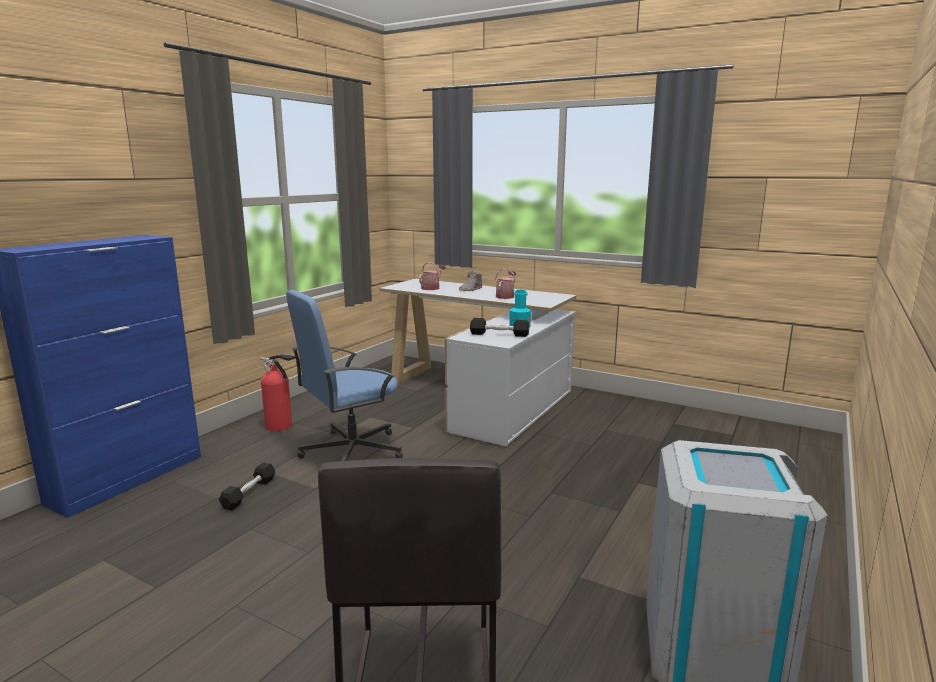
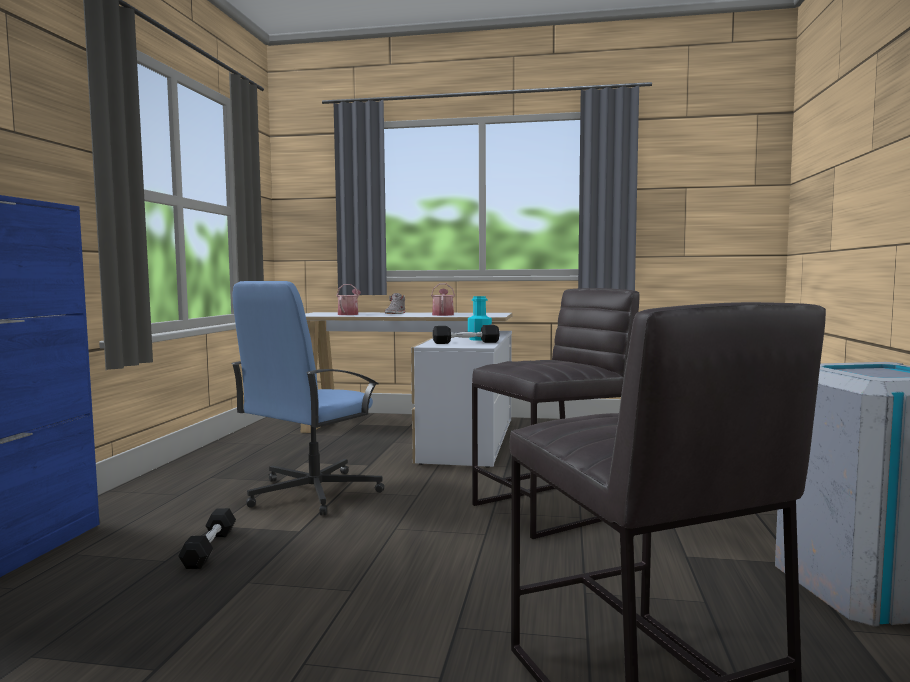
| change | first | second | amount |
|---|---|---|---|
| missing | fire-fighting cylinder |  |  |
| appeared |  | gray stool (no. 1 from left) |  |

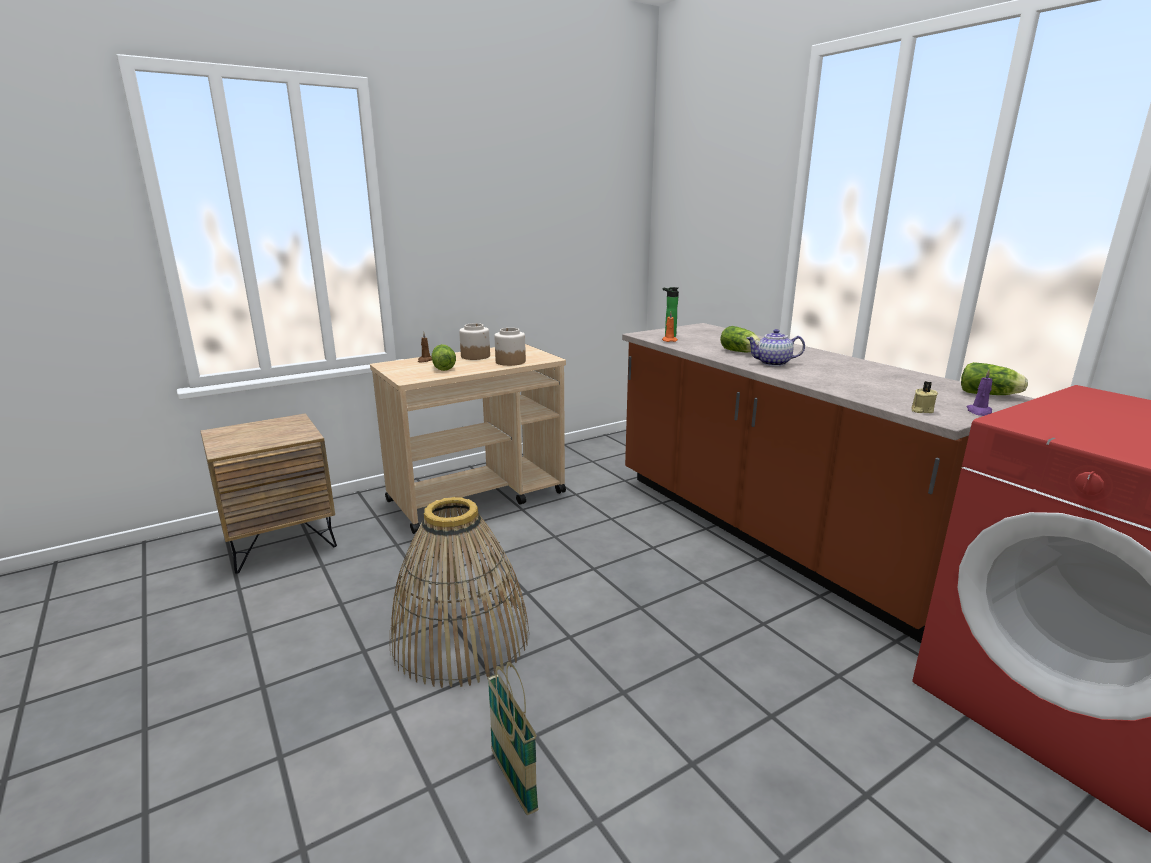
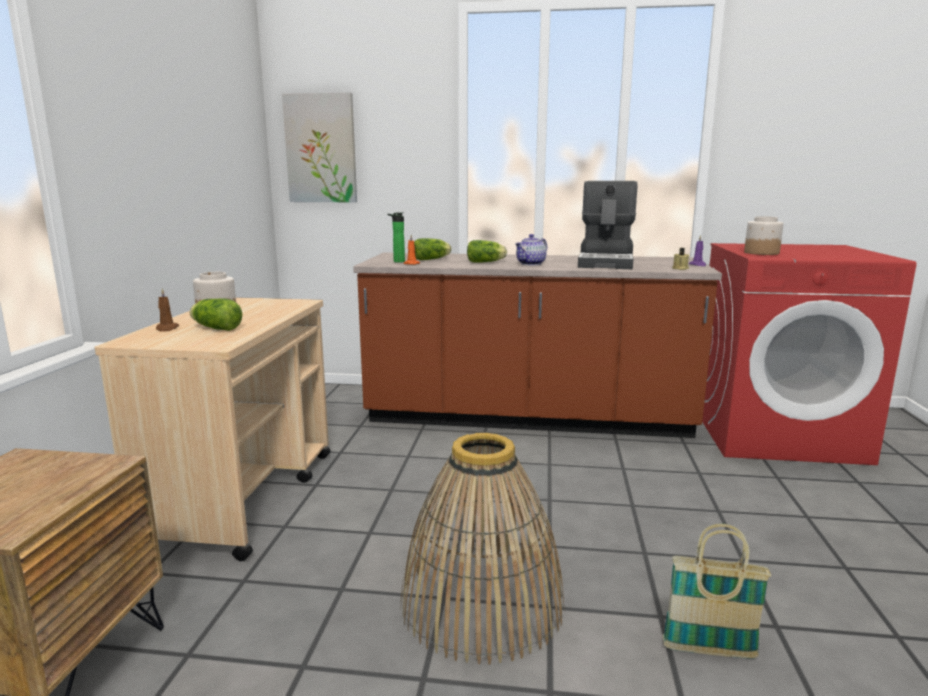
| change | first | second | amount |
|---|---|---|---|
| appeared |  | wall picture |  |
| appeared |  | coffee machine |  |
| relocated | preserve jar (no. 2 from left) |  |  |
| relocated | lettuce (no. 3 from left in the first image) | lettuce (no. 2 from left) |  |

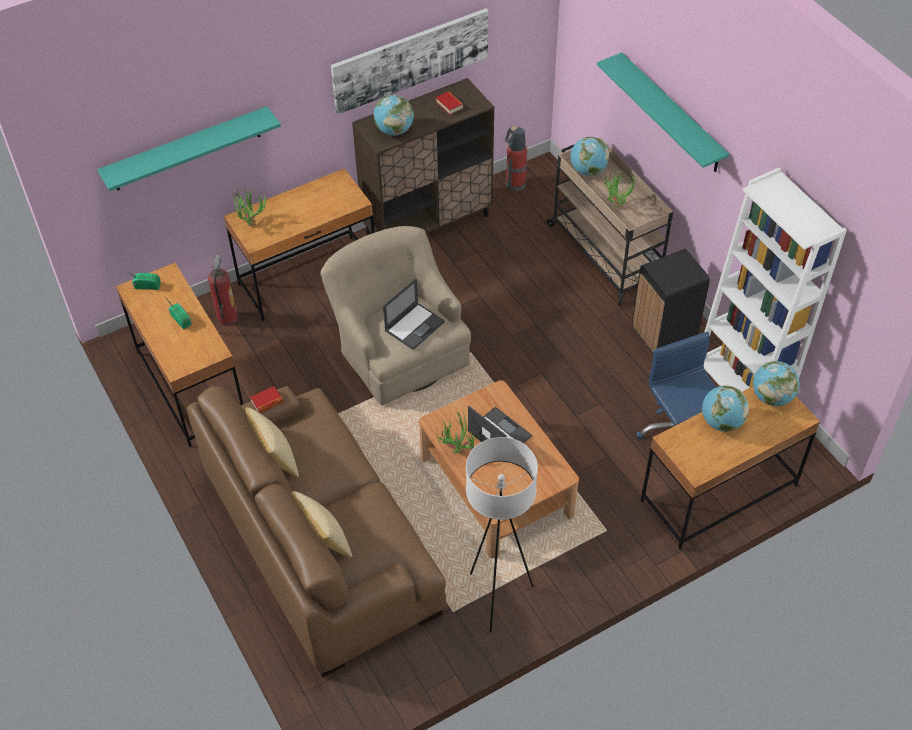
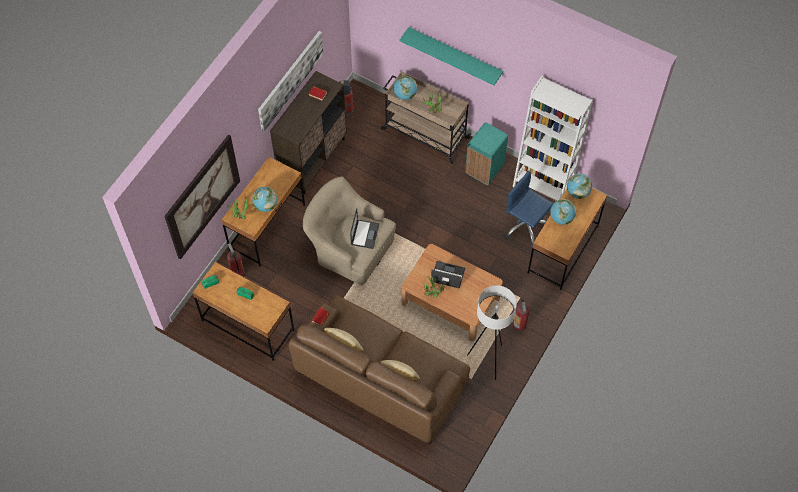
| change | first | second | amount |
|---|---|---|---|
| appeared |  | fire-fighting cylinder (no. 3 from left) |  |
| relocated | world globe (no. 1 from left) |  |  |
| exchanged | turquoise bracket shelf (no. 1 from left) | wall picture (no. 1 from left) |  |
| colour | blackish trash can | turquoise trash can |  |

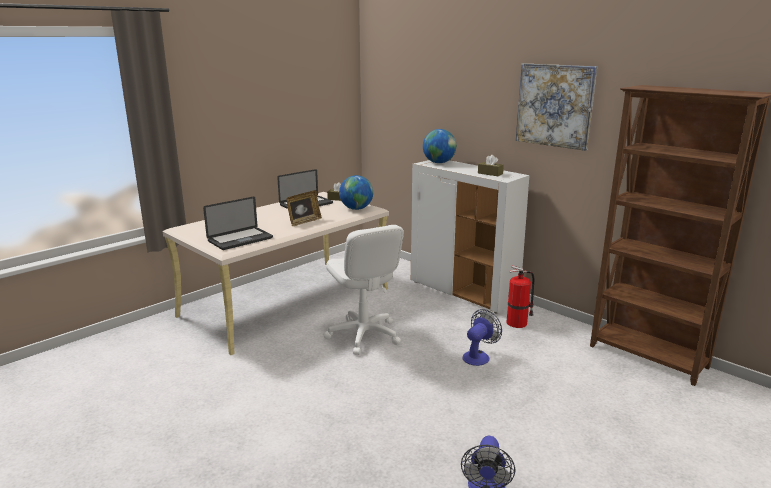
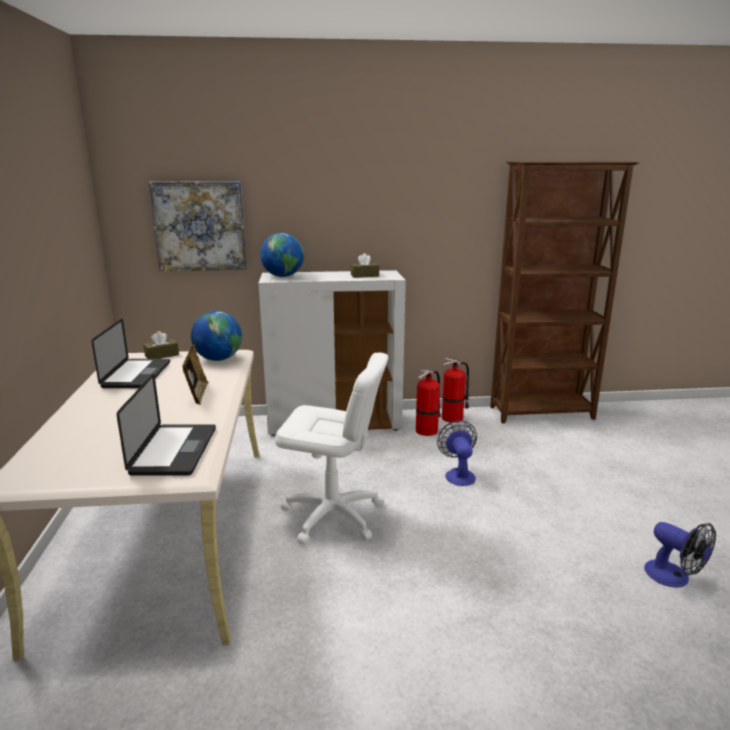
| change | first | second | amount |
|---|---|---|---|
| appeared |  | fire-fighting cylinder (no. 2 from left) |  |
| relocated | wall picture |  |  |

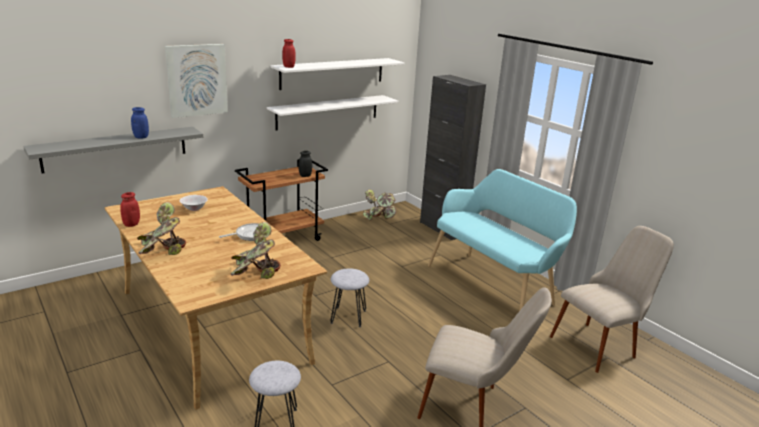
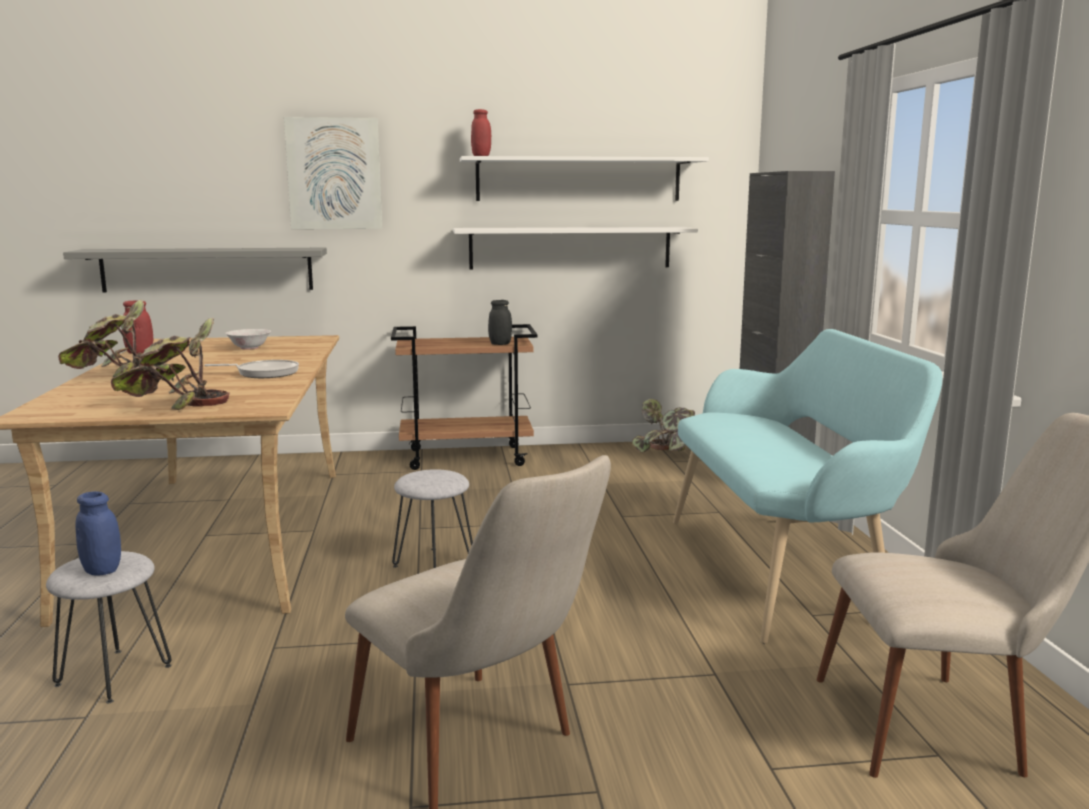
| change | first | second | amount |
|---|---|---|---|
| relocated | blue-coloured preserve jar |  |  |

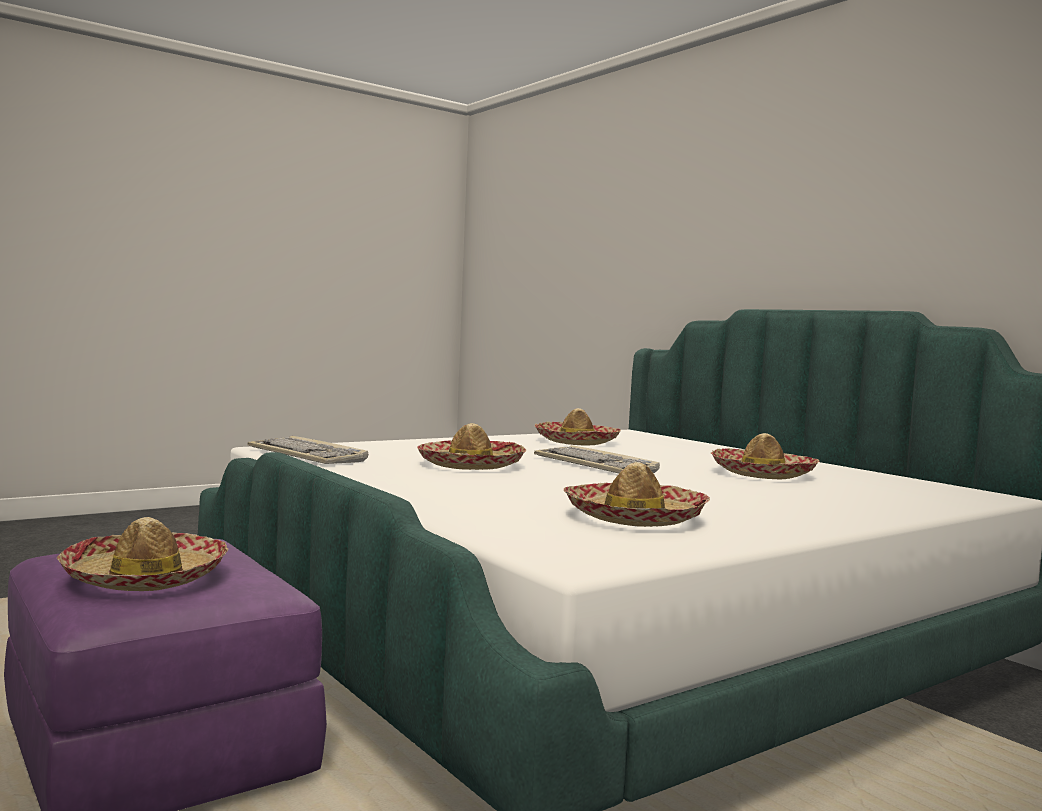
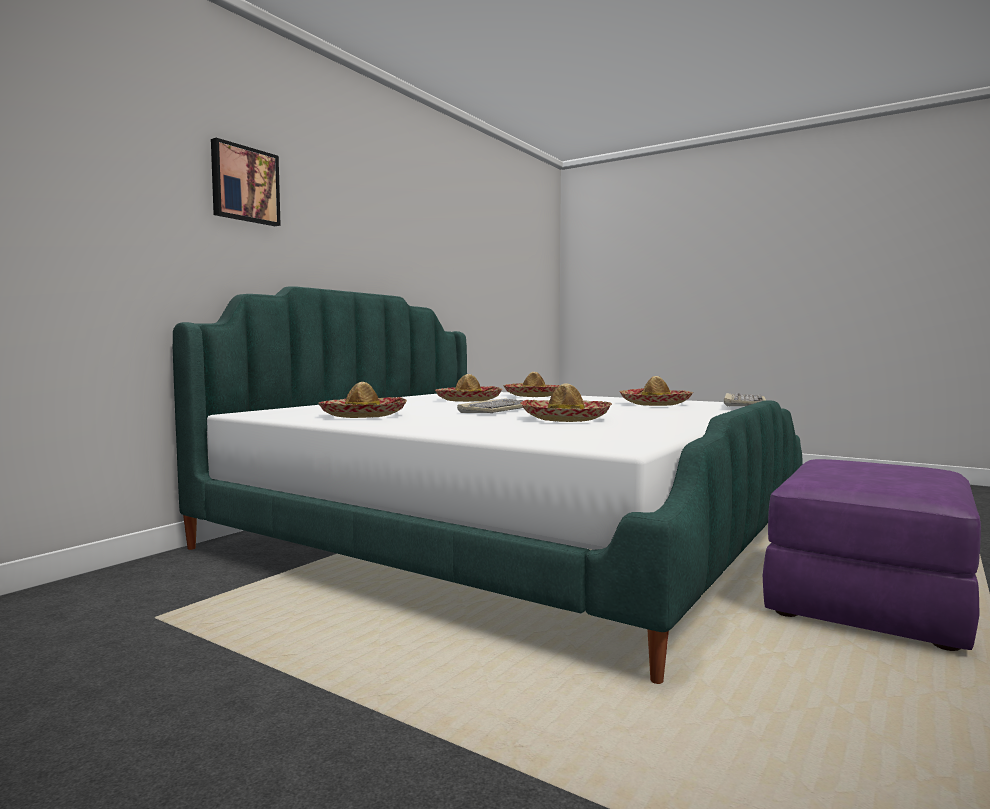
| change | first | second | amount |
|---|---|---|---|
| appeared |  | wall picture |  |
| relocated | hat (no. 1 from left in the first image) | hat (no. 3 from left) |  |
| relocated | computer keyboard (no. 1 from left in the first image) | computer keyboard (no. 2 from left) |  |

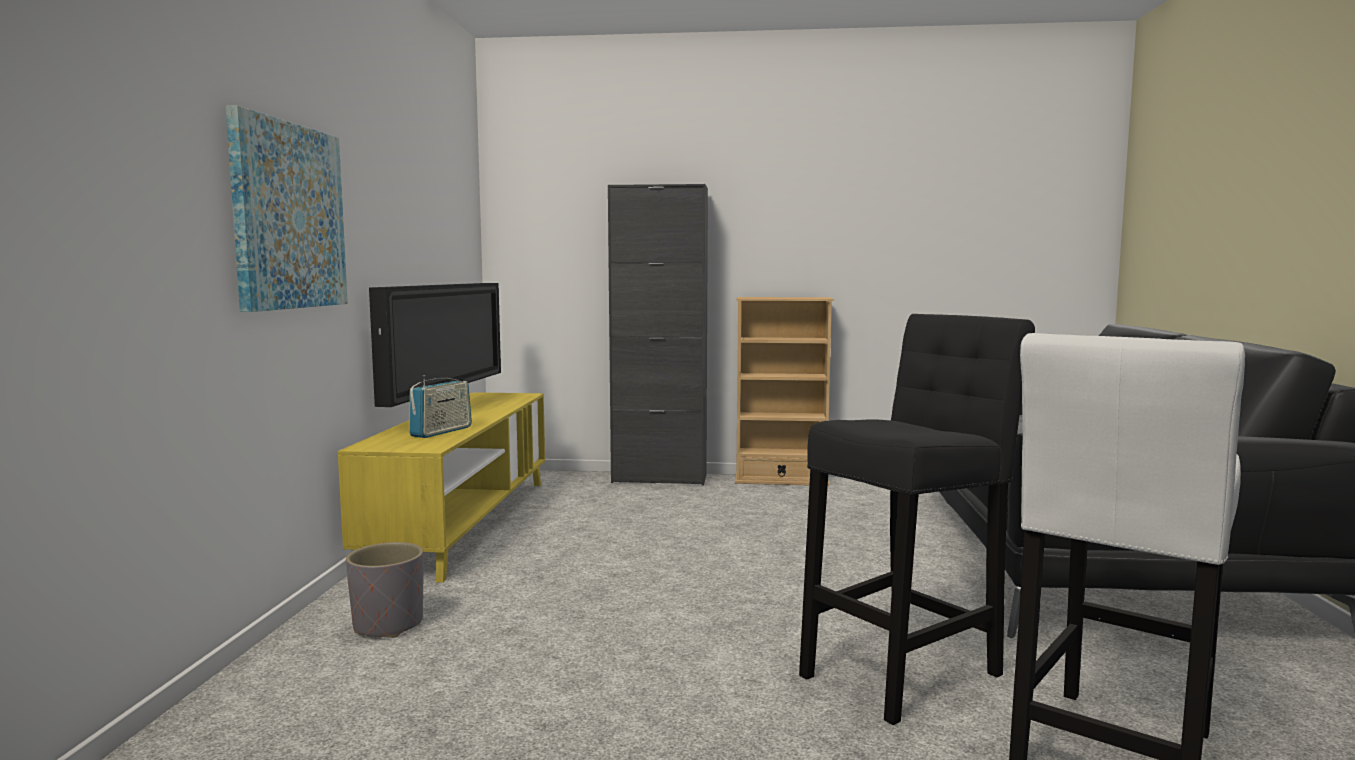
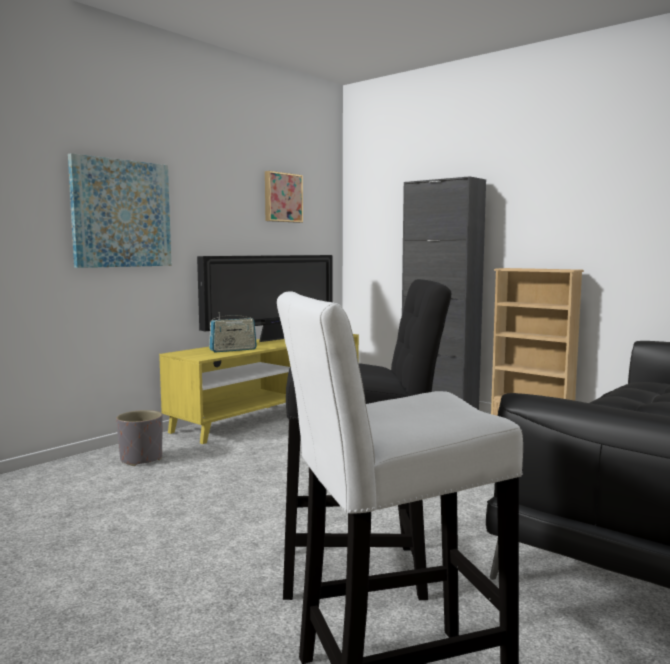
| change | first | second | amount |
|---|---|---|---|
| appeared |  | wall picture (no. 2 from left) |  |

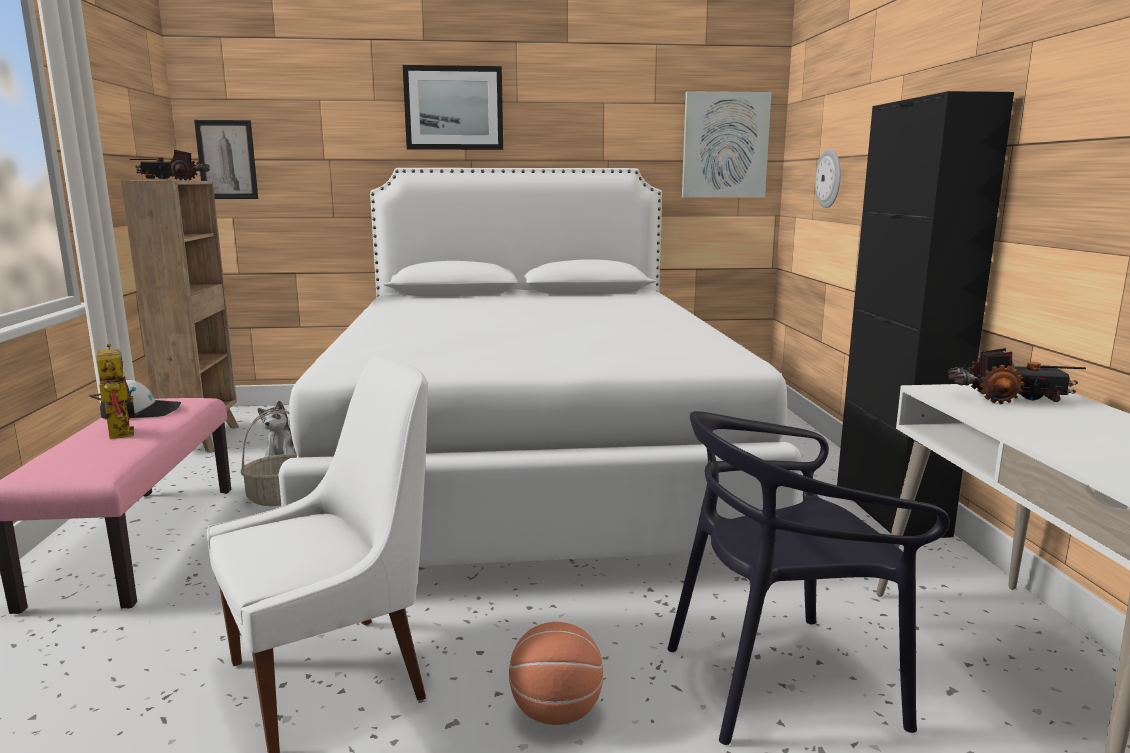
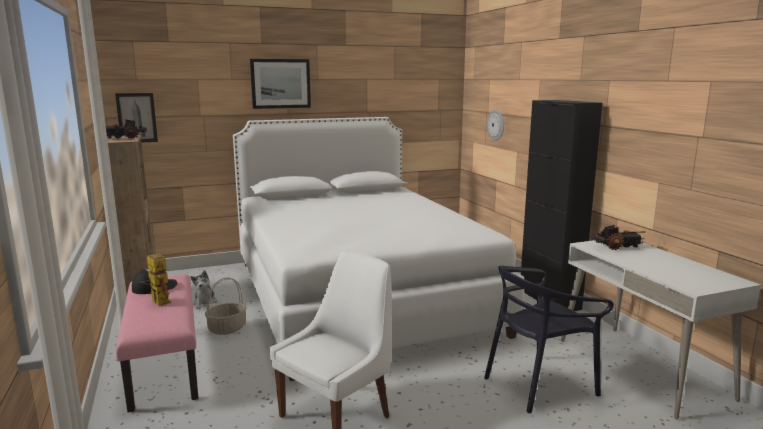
| change | first | second | amount |
|---|---|---|---|
| missing | ball for basketball |  |  |
| missing | wall picture (no. 3 from left) |  |  |

